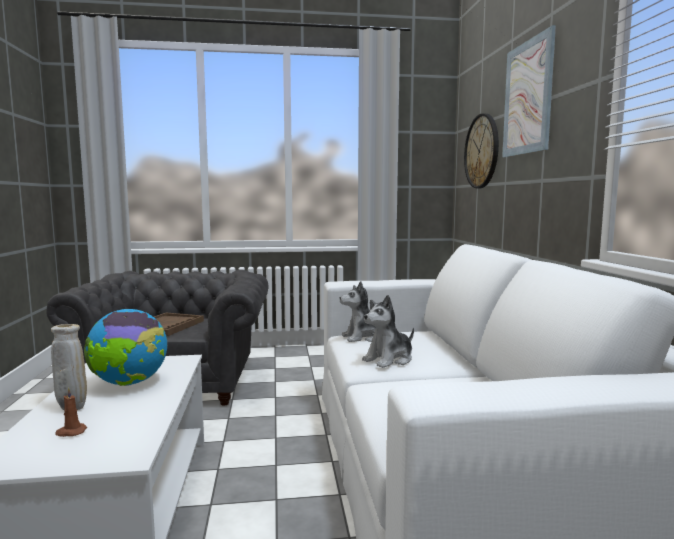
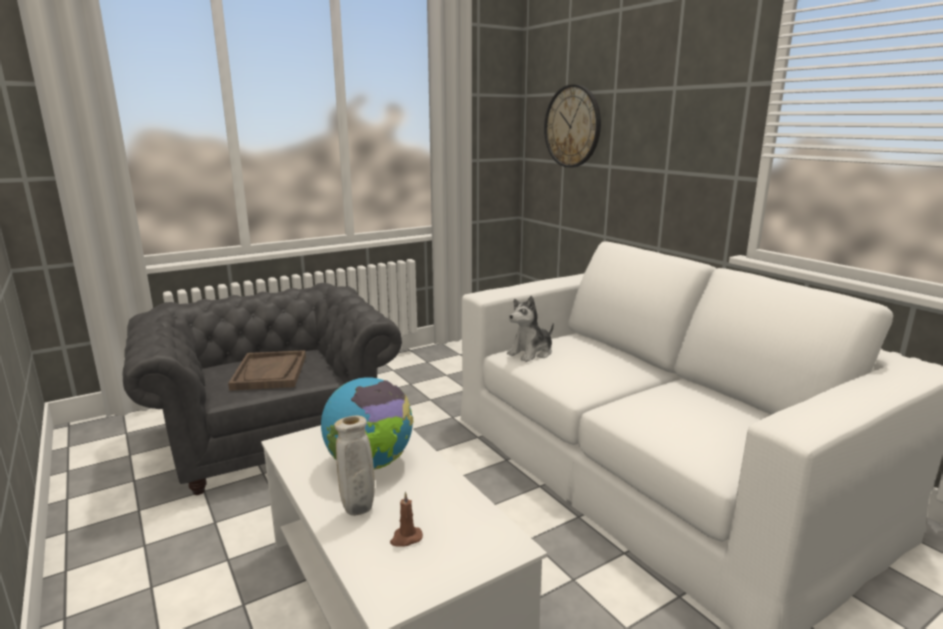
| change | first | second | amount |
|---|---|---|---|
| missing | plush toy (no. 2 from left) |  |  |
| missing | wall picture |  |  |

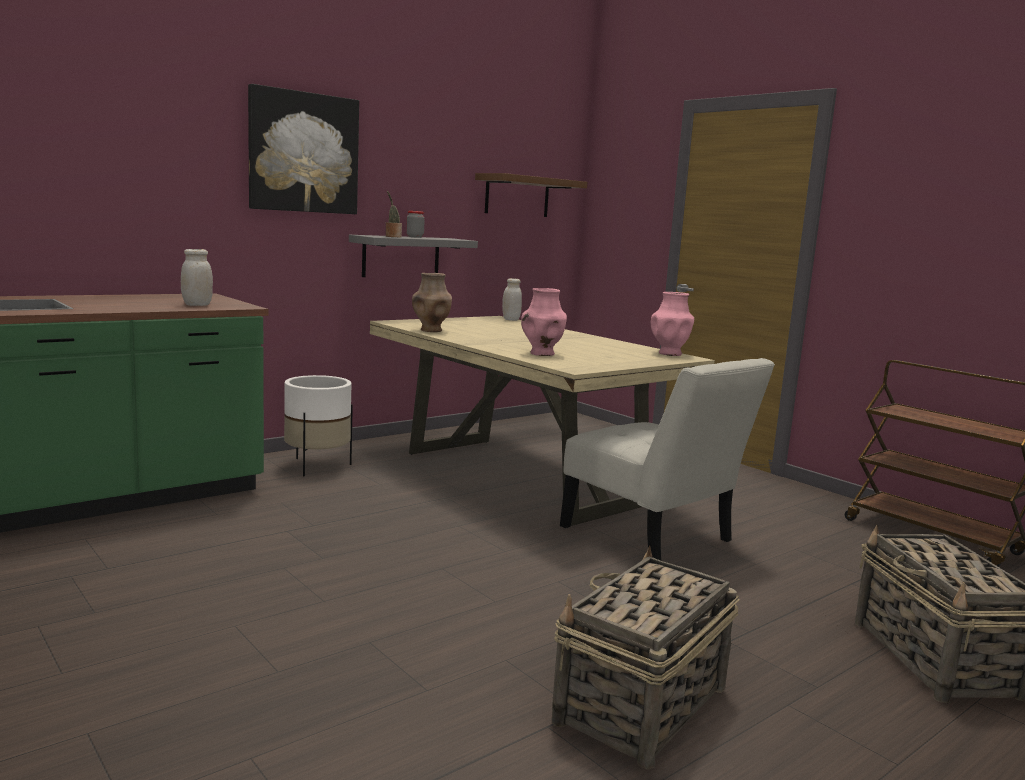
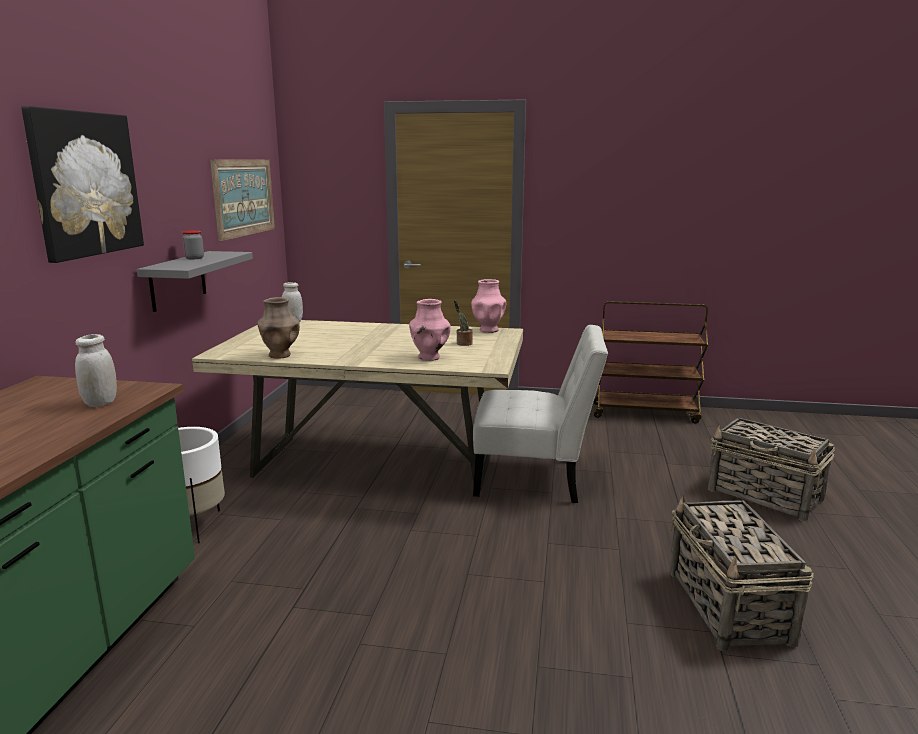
| change | first | second | amount |
|---|---|---|---|
| relocated | plant in a pot |  |  |
| exchanged | brown bracket shelf | wall picture (no. 2 from left) |  |

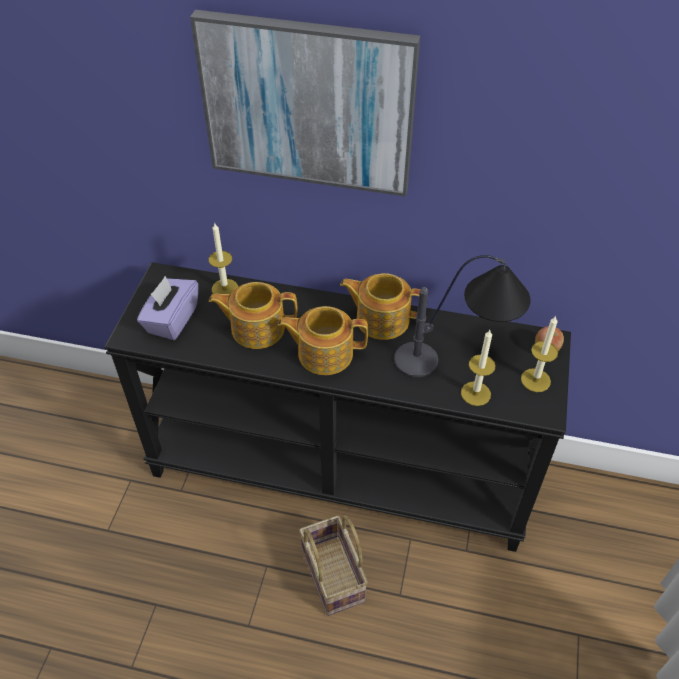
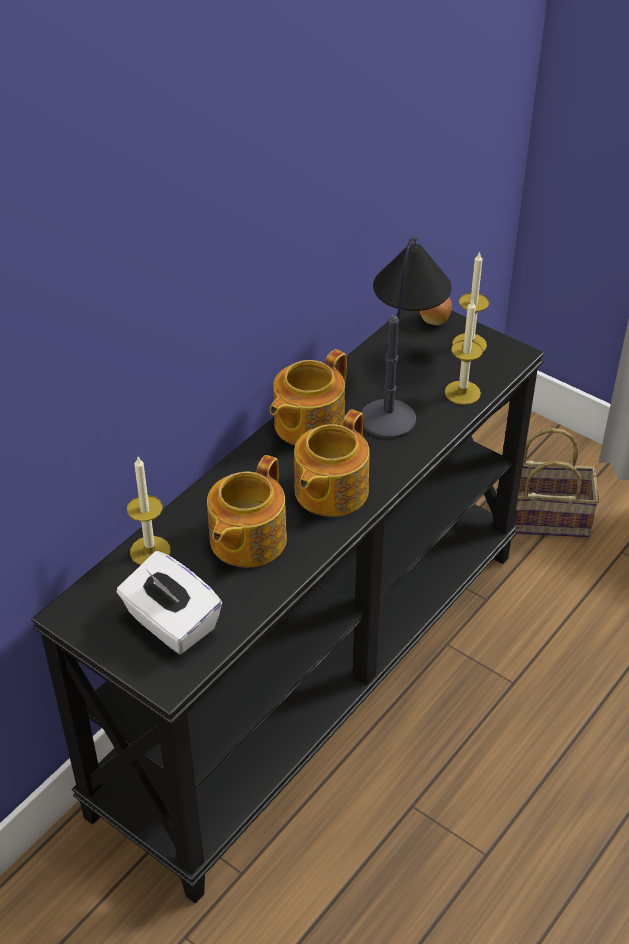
| change | first | second | amount |
|---|---|---|---|
| missing | wall picture |  |  |
| relocated | basket |  |  |
| colour | purplish tissue box | white-coloured tissue box |  |

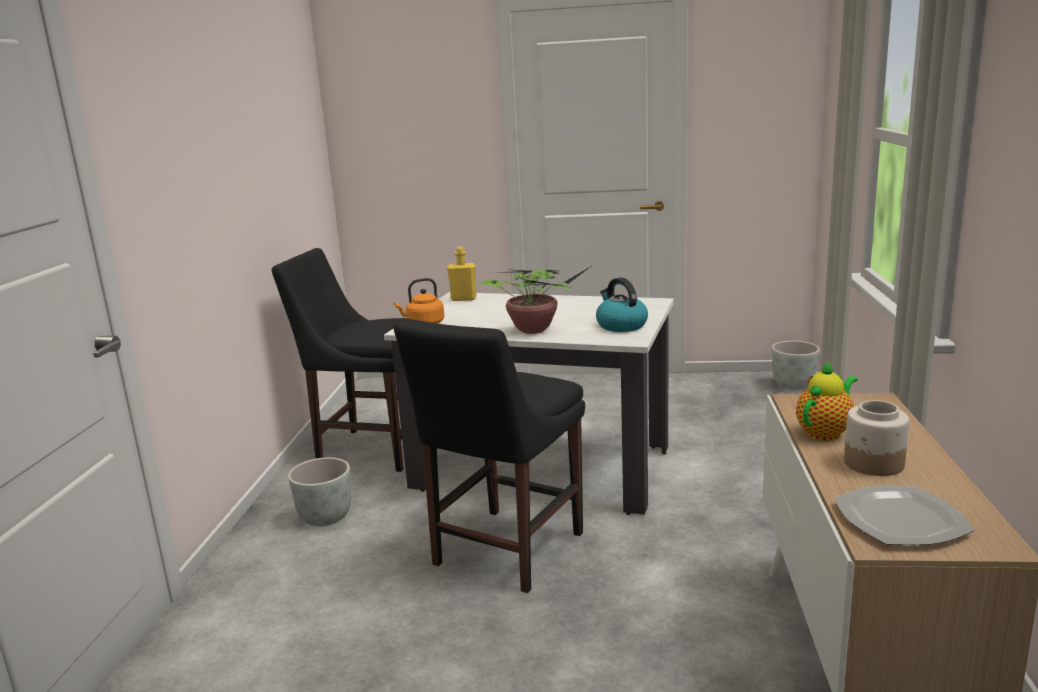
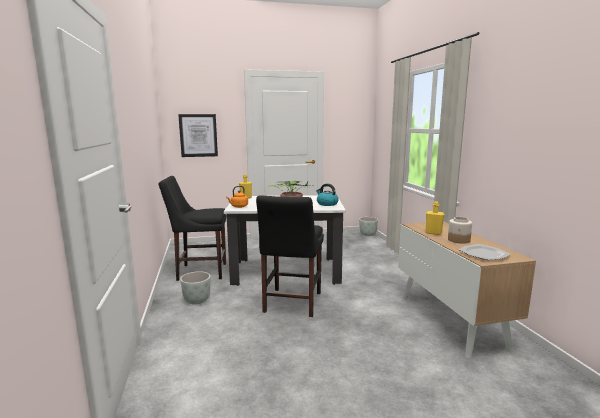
| change | first | second | amount |
|---|---|---|---|
| appeared |  | wall picture |  |
| exchanged | tea pot | yellowish drink bottle (no. 2 from left) |  |

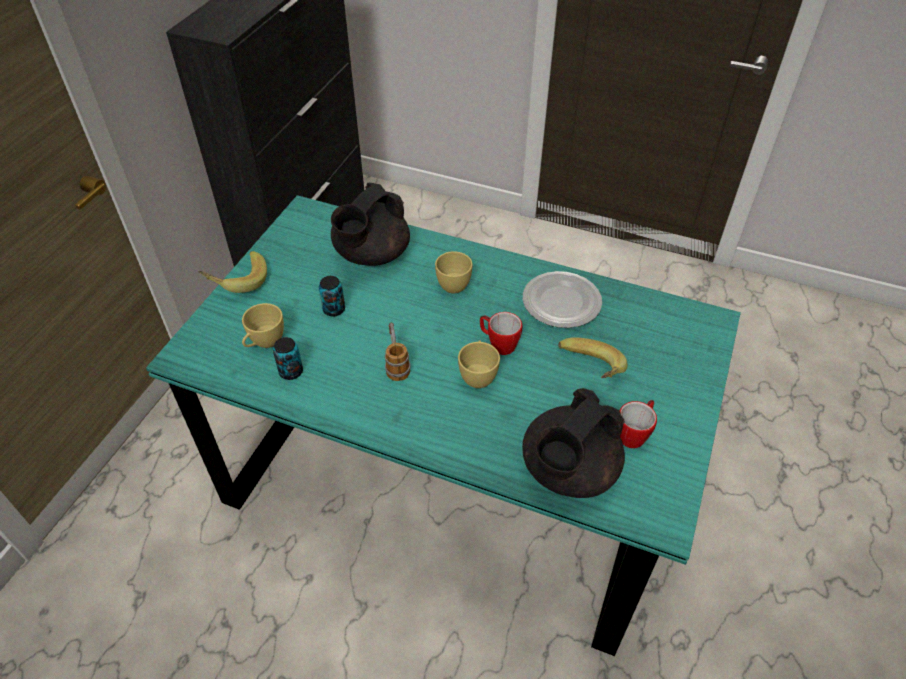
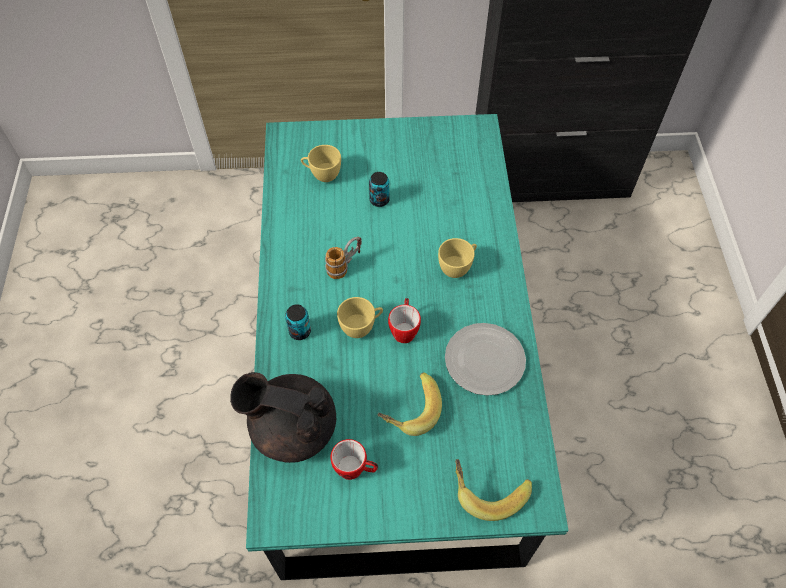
| change | first | second | amount |
|---|---|---|---|
| missing | blackish tea pot (no. 1 from left) |  |  |
| relocated | banana (no. 1 from left in the first image) | banana (no. 2 from left) |  |
| relocated | sealed can (no. 1 from left) |  |  |

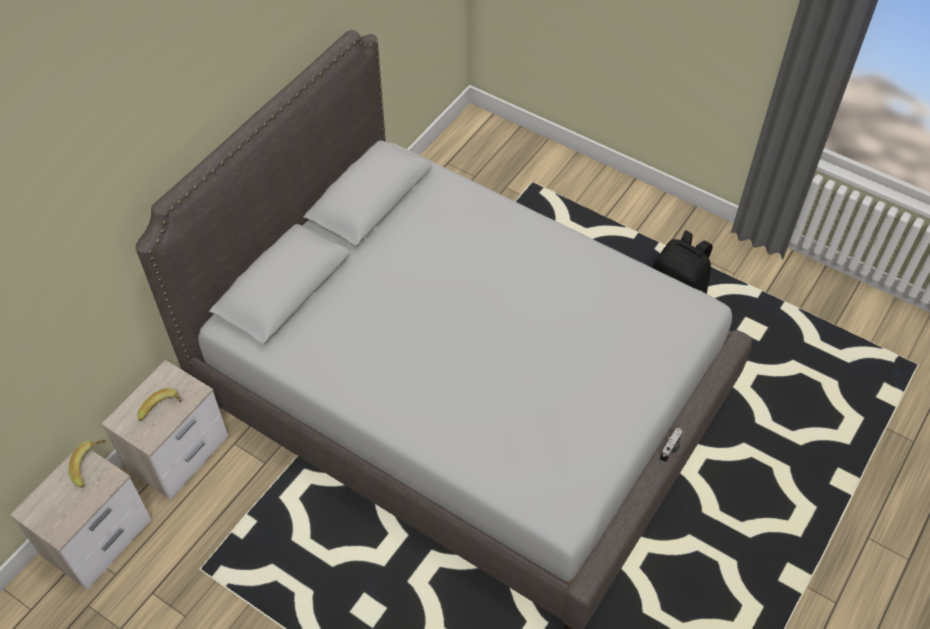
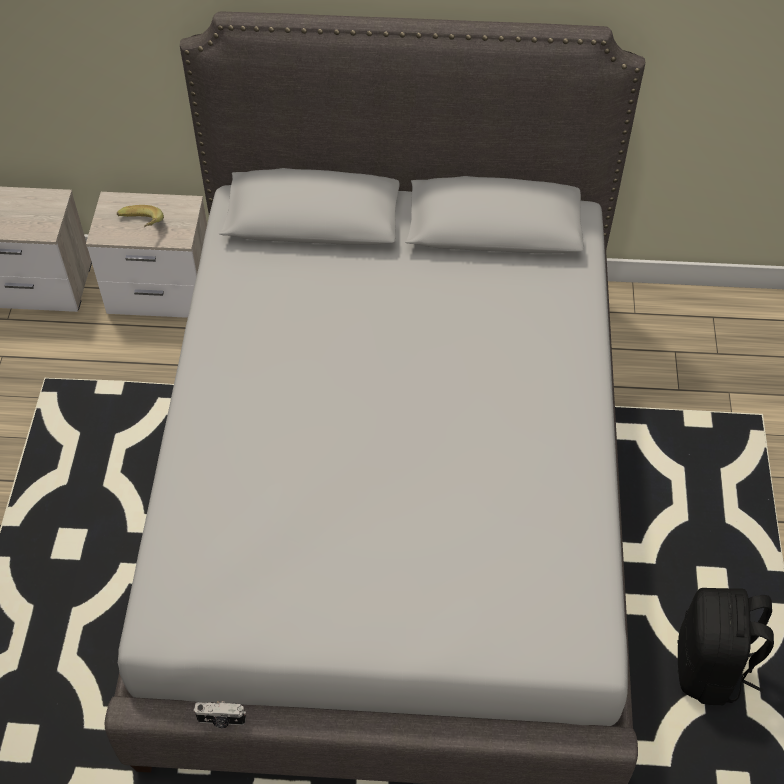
| change | first | second | amount |
|---|---|---|---|
| missing | banana (no. 1 from left) |  |  |
| relocated | photo camera |  |  |

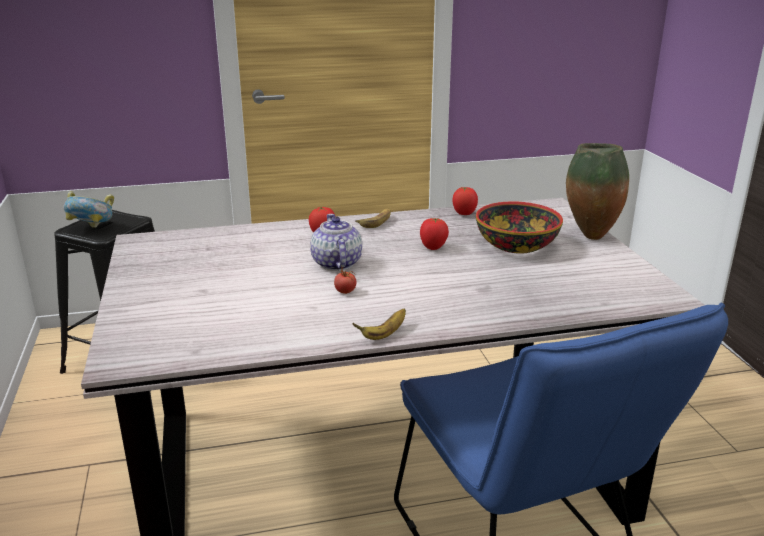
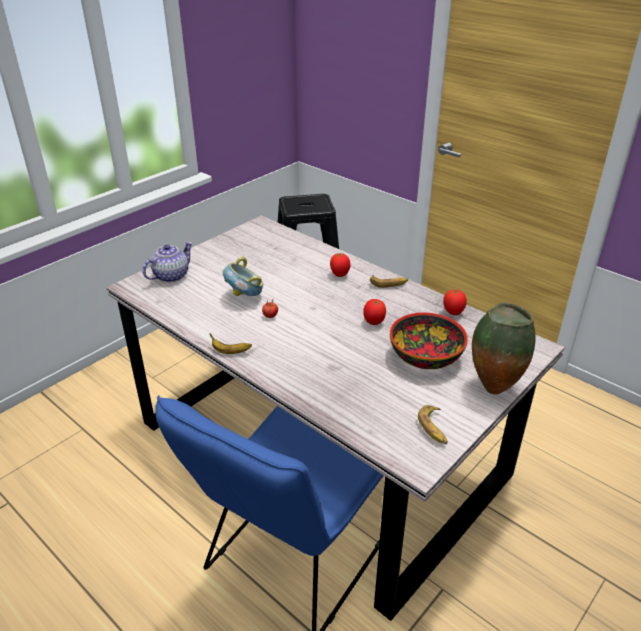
| change | first | second | amount |
|---|---|---|---|
| appeared |  | banana (no. 3 from left) |  |
| relocated | serving bowl (no. 1 from left) |  |  |
| relocated | tea pot |  |  |

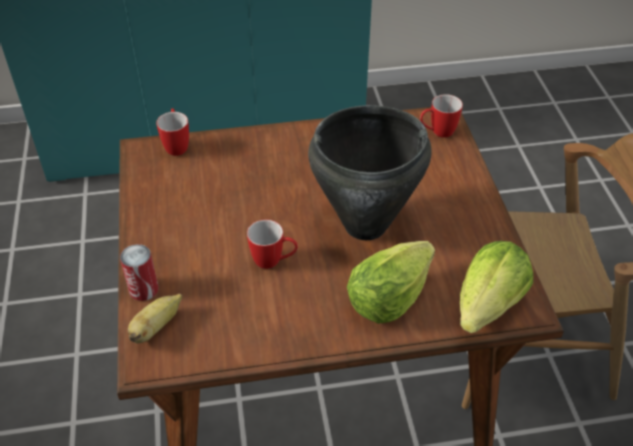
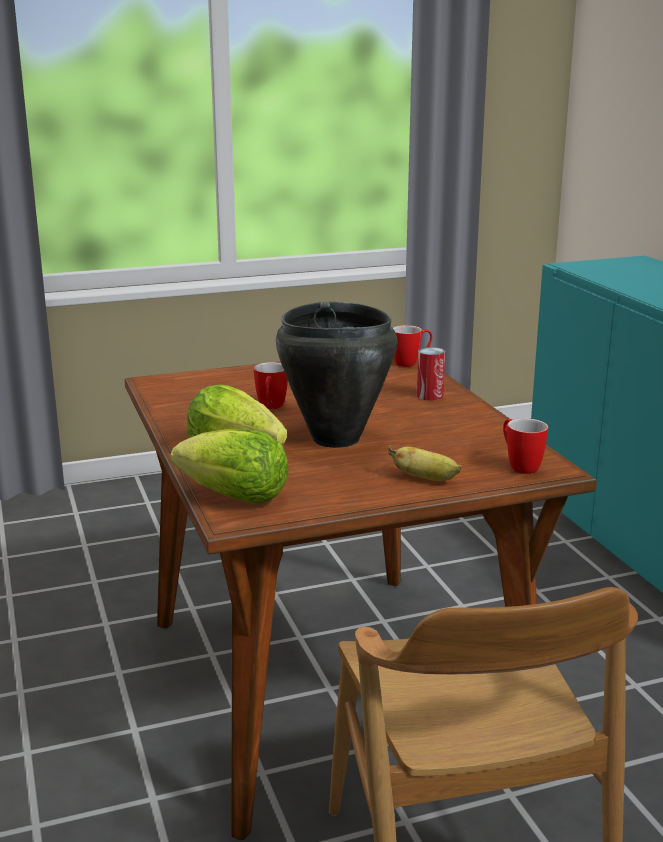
| change | first | second | amount |
|---|---|---|---|
| relocated | sealed can |  |  |
| relocated | banana |  |  |

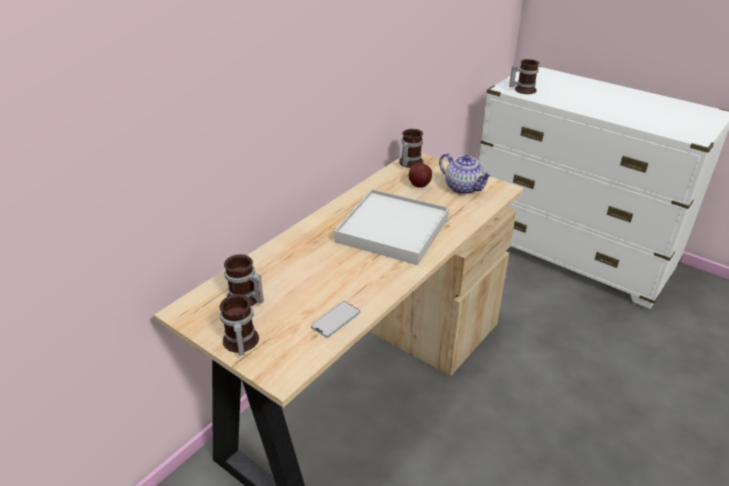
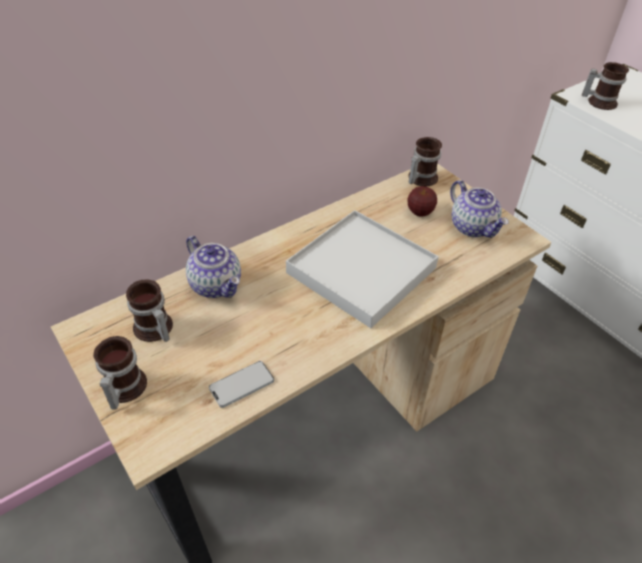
| change | first | second | amount |
|---|---|---|---|
| appeared |  | tea pot (no. 1 from left) |  |

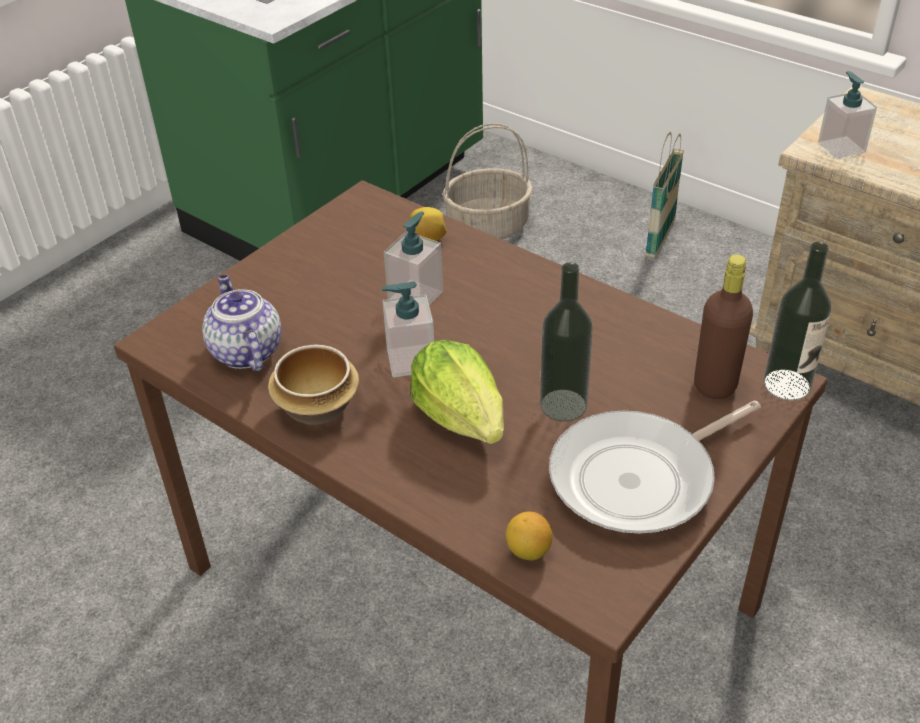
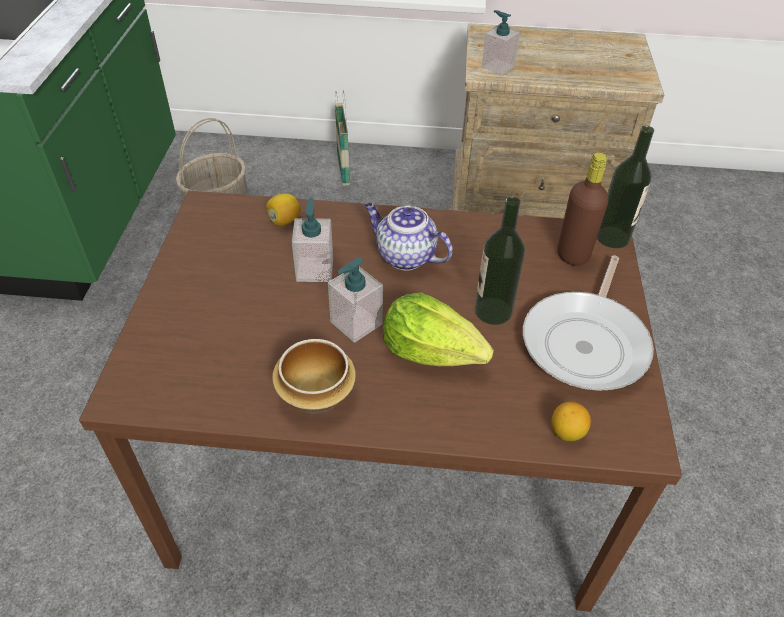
| change | first | second | amount |
|---|---|---|---|
| relocated | tea pot |  |  |

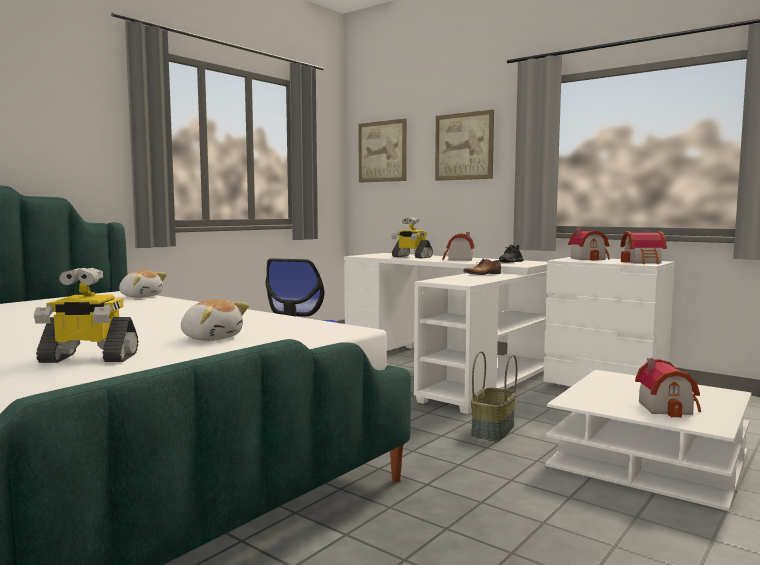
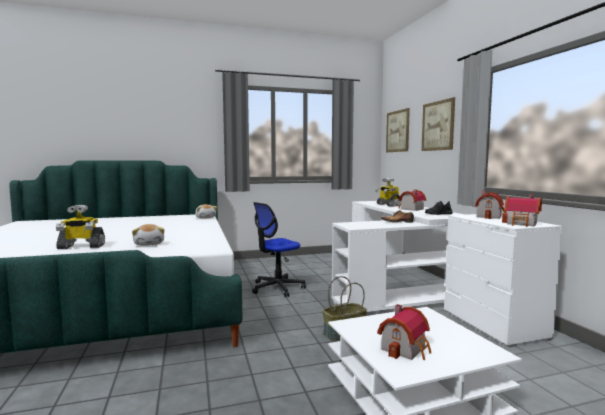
| change | first | second | amount |
|---|---|---|---|
| spun | model robot (no. 1 from left) |  | 45 degrees counterclockwise |

